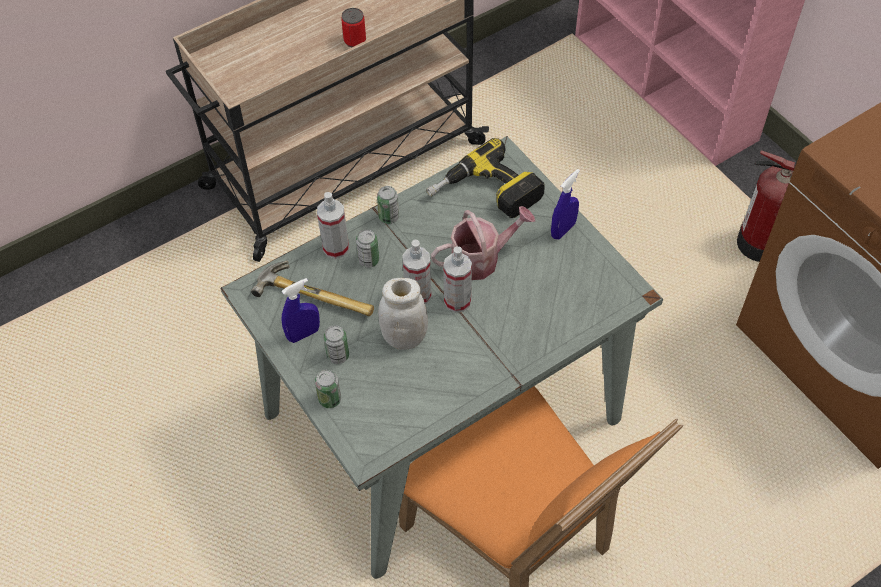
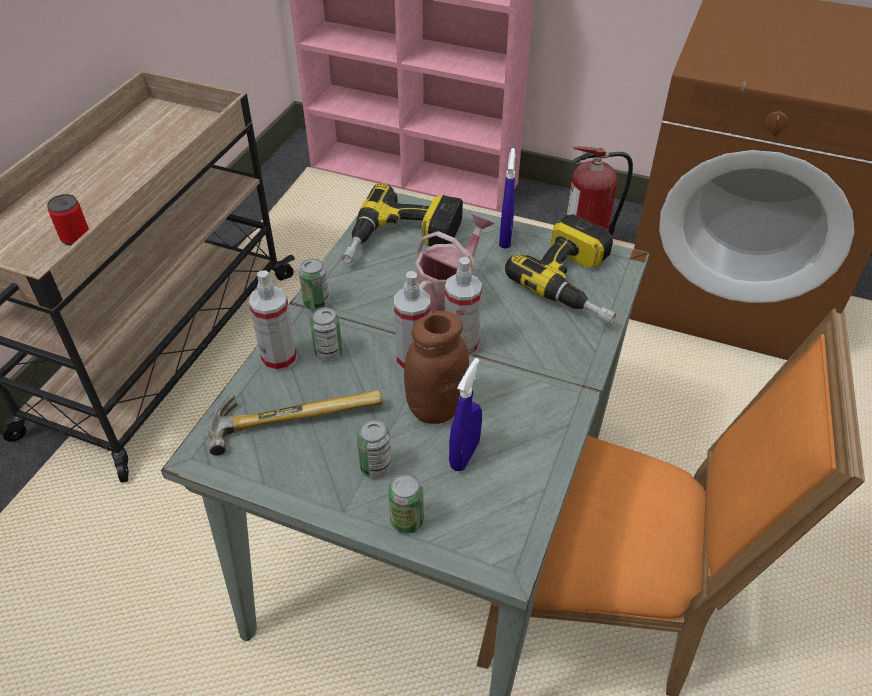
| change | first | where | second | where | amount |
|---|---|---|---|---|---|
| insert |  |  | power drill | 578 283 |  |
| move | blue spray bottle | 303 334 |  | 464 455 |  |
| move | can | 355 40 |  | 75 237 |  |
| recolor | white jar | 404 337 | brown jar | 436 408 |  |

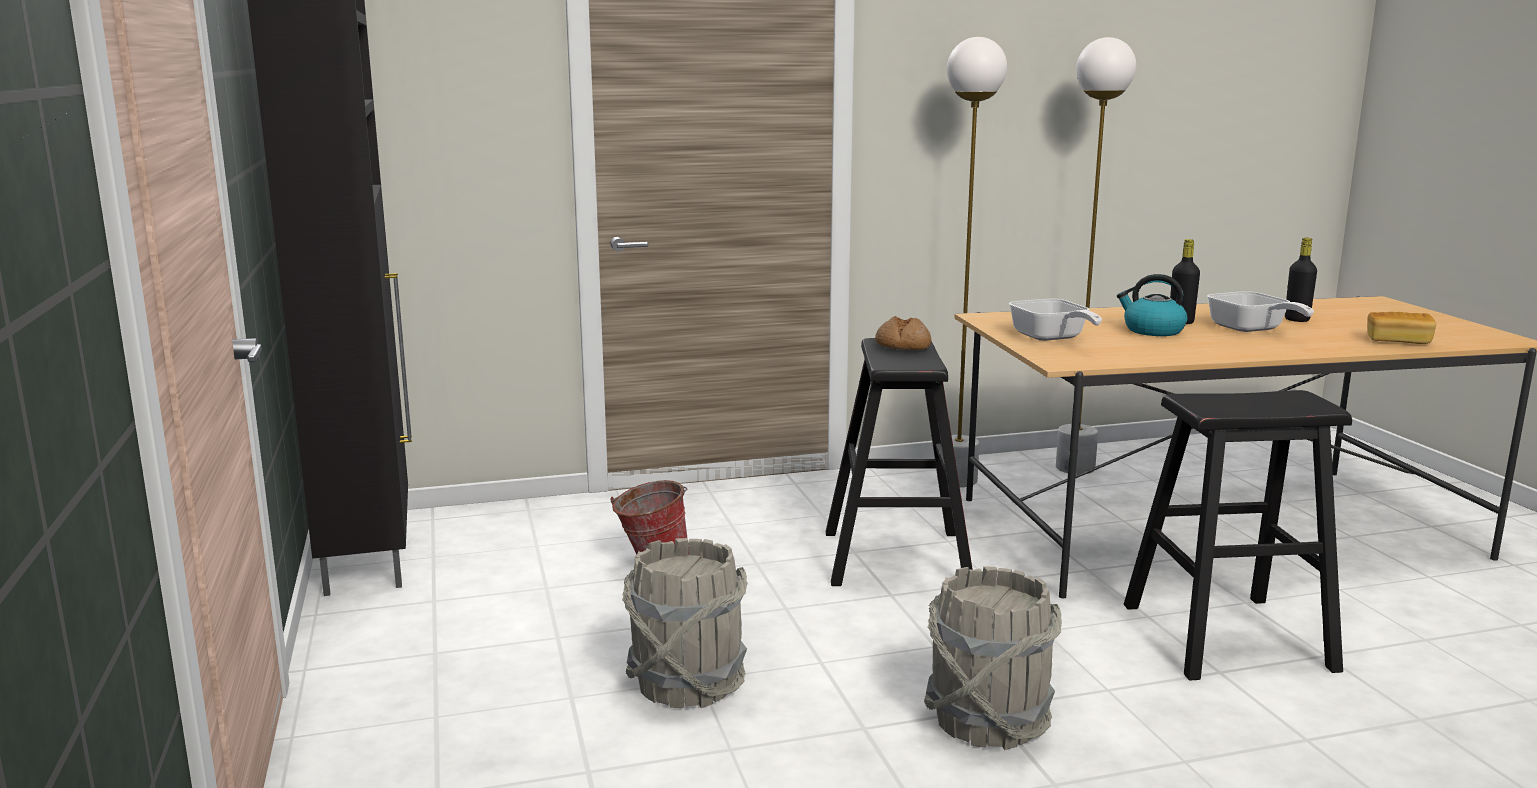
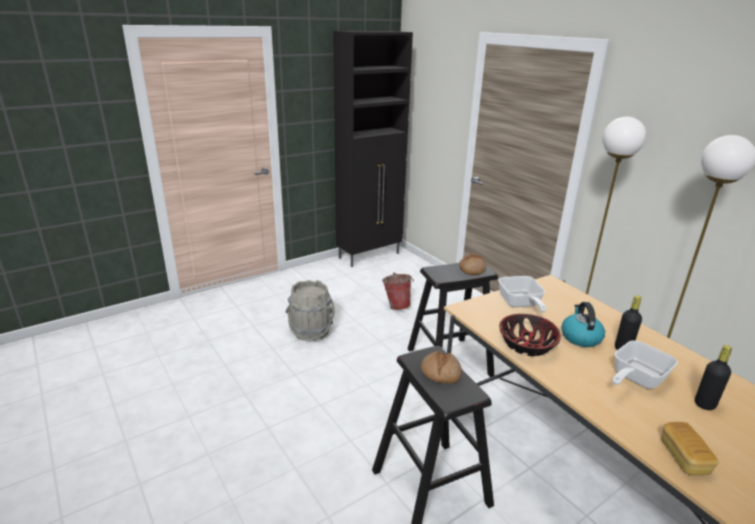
| change | first | where | second | where | amount |
|---|---|---|---|---|---|
| delete | grey bucket | 988 721 |  |  |  |
| insert |  |  | bread | 440 373 |  |
| insert |  |  | bowl | 527 346 |  |
| rotate | frying pan | 1051 338 |  | 520 304 | 60 degrees counterclockwise |

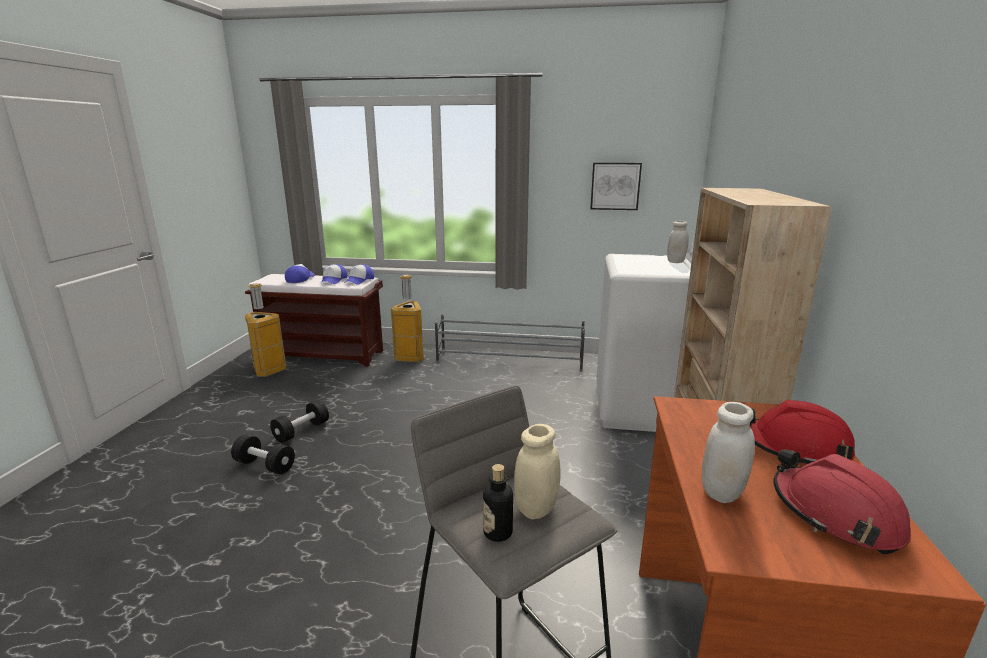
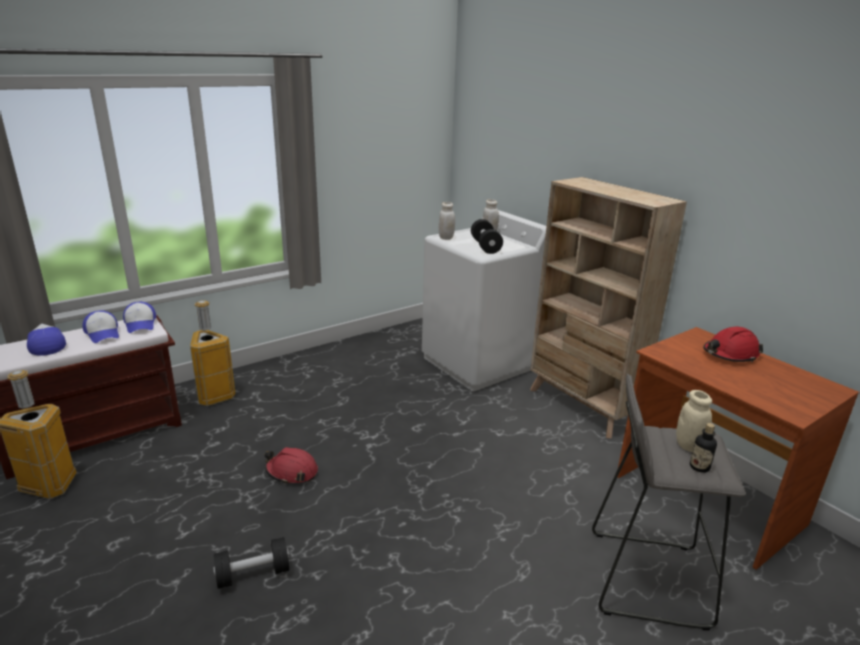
| change | first | where | second | where | amount |
|---|---|---|---|---|---|
| delete | grey shoe rack | 510 362 |  |  |  |
| delete | picture | 615 186 |  |  |  |
| move | black dumbbell | 301 431 |  | 485 246 |  |
| move | white jar | 722 492 |  | 446 238 |  |
| move | red hard hat | 835 515 |  | 292 472 |  |

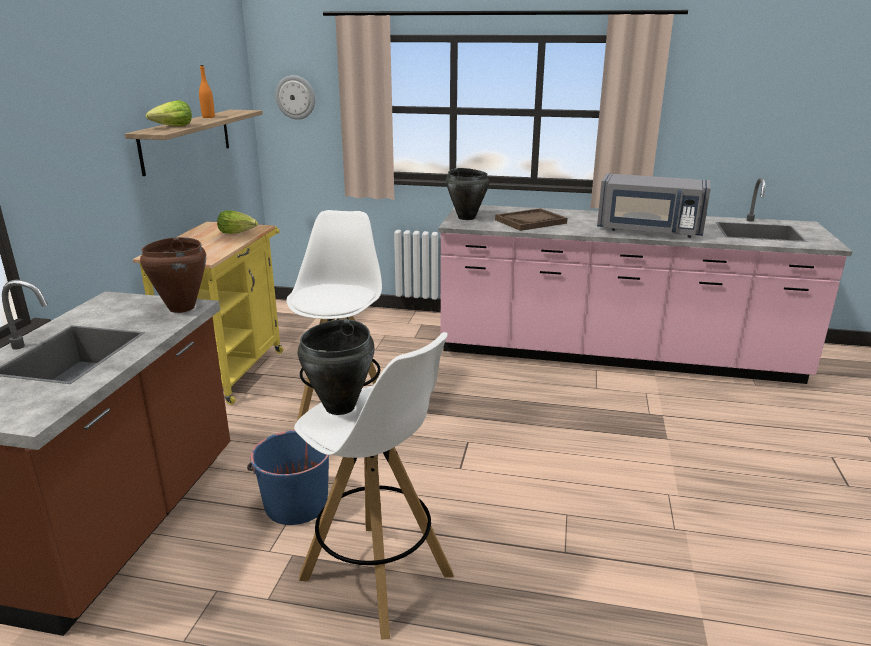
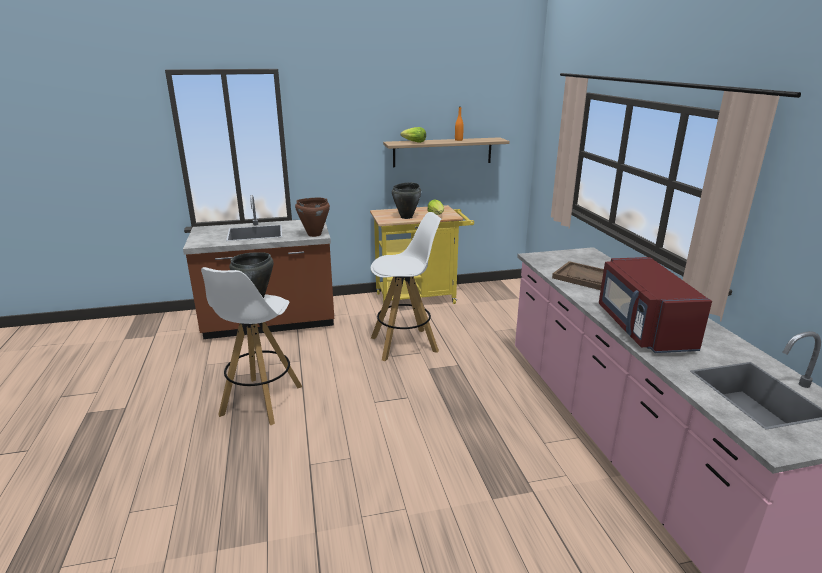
| change | first | where | second | where | amount |
|---|---|---|---|---|---|
| delete | blue bucket | 295 504 |  |  |  |
| delete | wall clock | 295 97 |  |  |  |
| move | black cooking pot | 466 217 |  | 406 217 |  |
| recolor | grey microwave | 649 231 | red microwave | 642 328 |  |

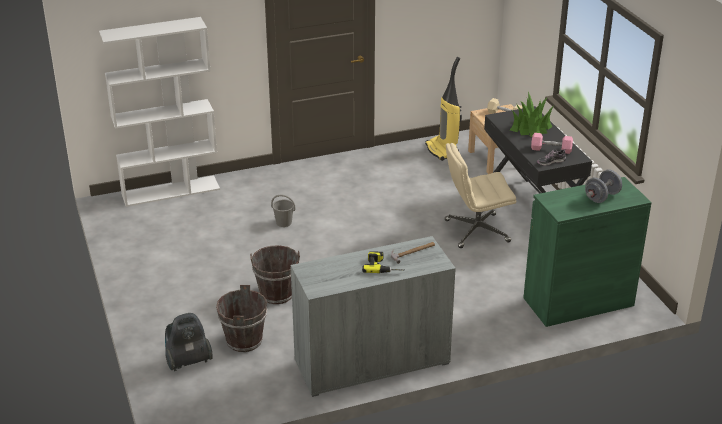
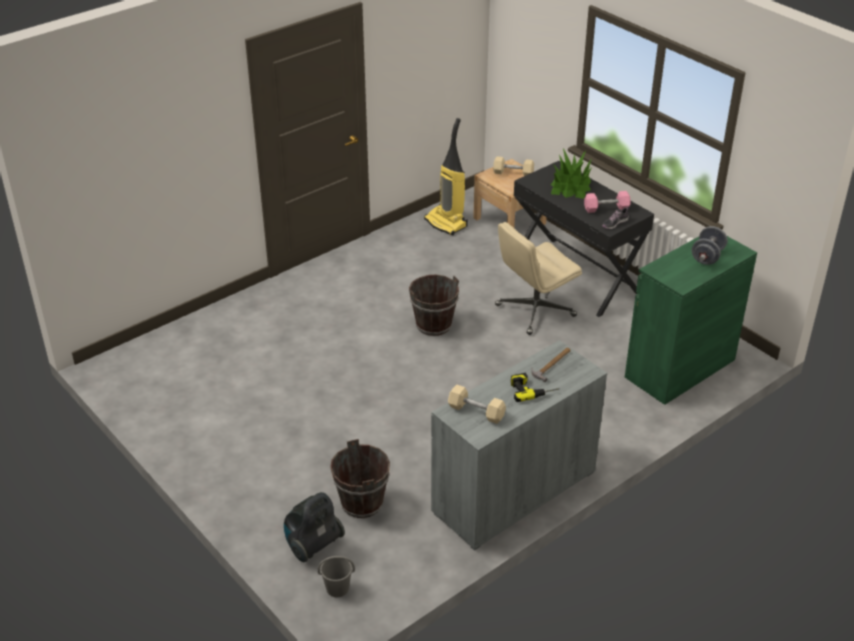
| change | first | where | second | where | amount |
|---|---|---|---|---|---|
| delete | white bookcase | 171 191 |  |  |  |
| insert |  |  | beige dumbbell | 476 411 |  |
| move | brown bucket | 277 294 |  | 433 325 |  |
| move | grey bucket | 283 222 |  | 337 588 |  |

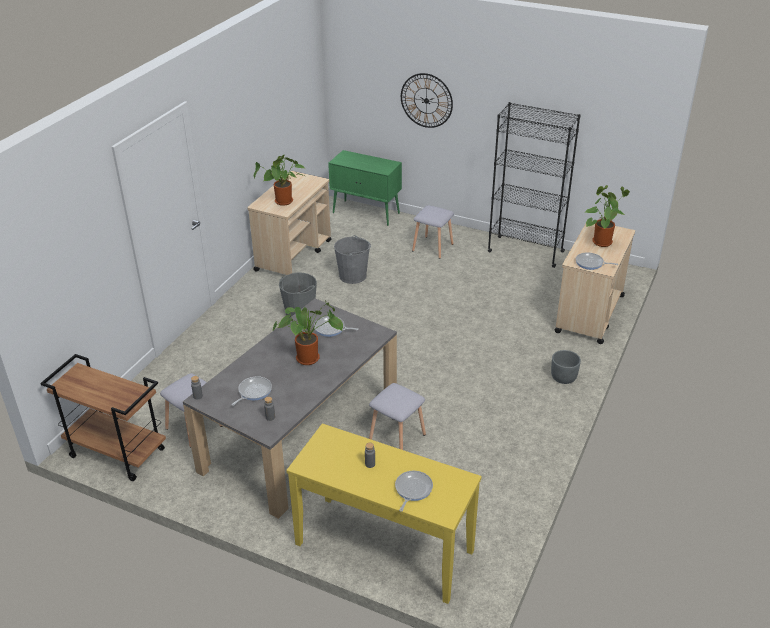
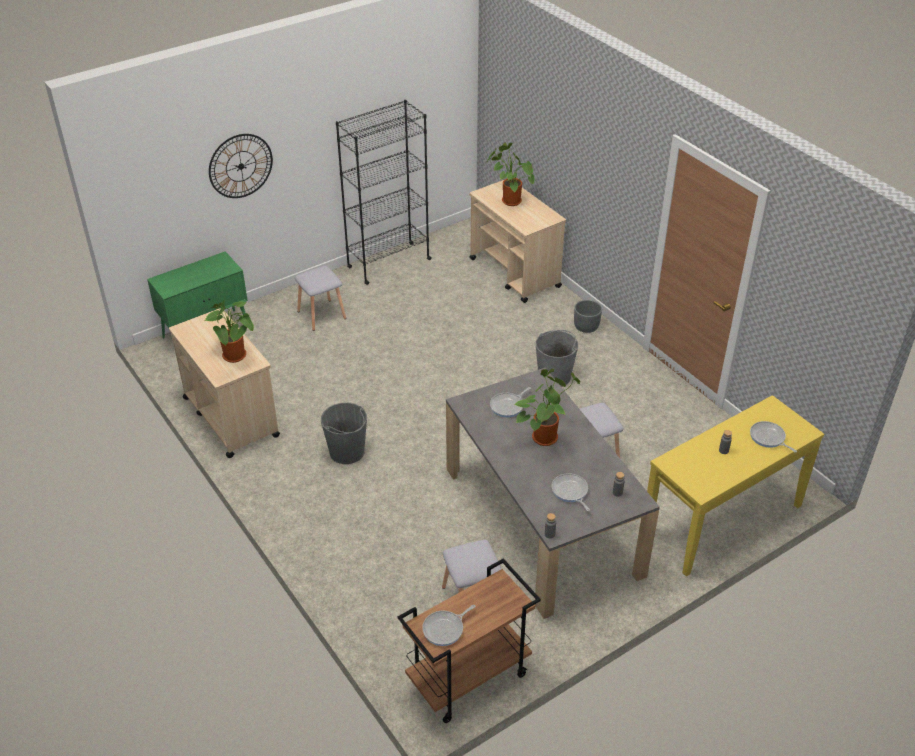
| change | first | where | second | where | amount |
|---|---|---|---|---|---|
| move | grey bucket | 353 276 |  | 554 376 |  |
| move | frying pan | 591 263 |  | 445 629 |  |

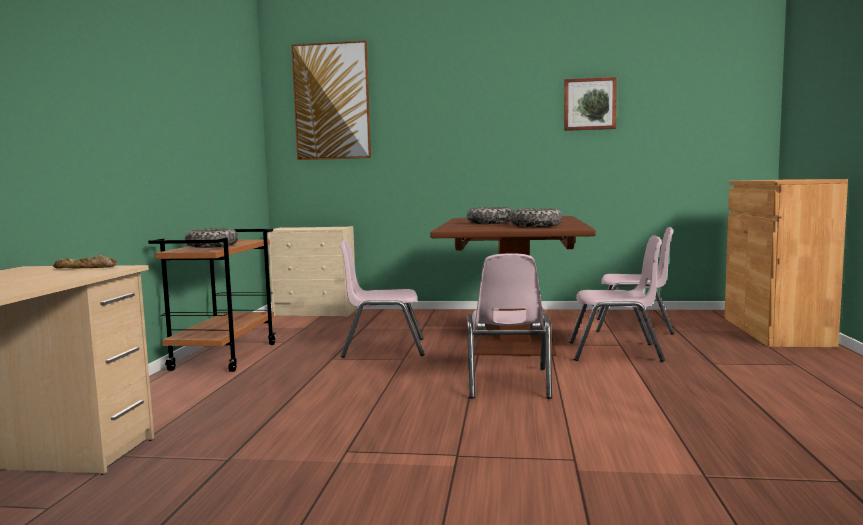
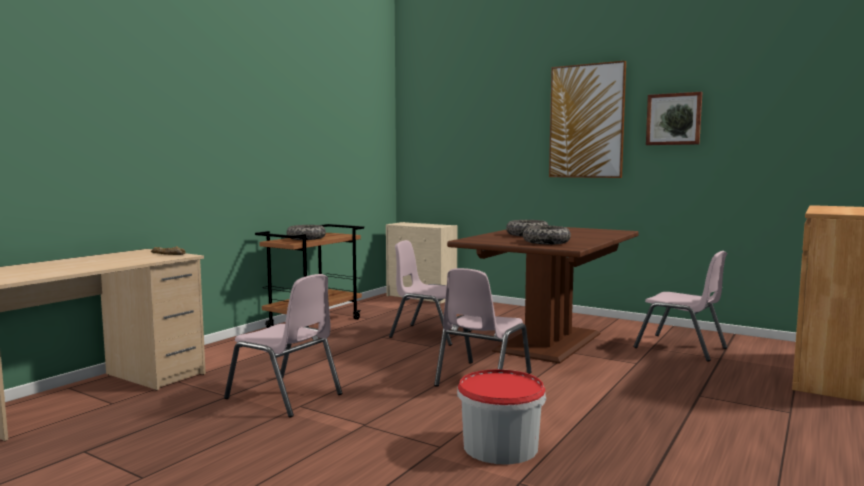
| change | first | where | second | where | amount |
|---|---|---|---|---|---|
| insert |  |  | bucket | 500 447 |  |
| move | picture | 332 101 |  | 586 121 |  |
| move | pink chair | 615 352 |  | 284 396 |  |

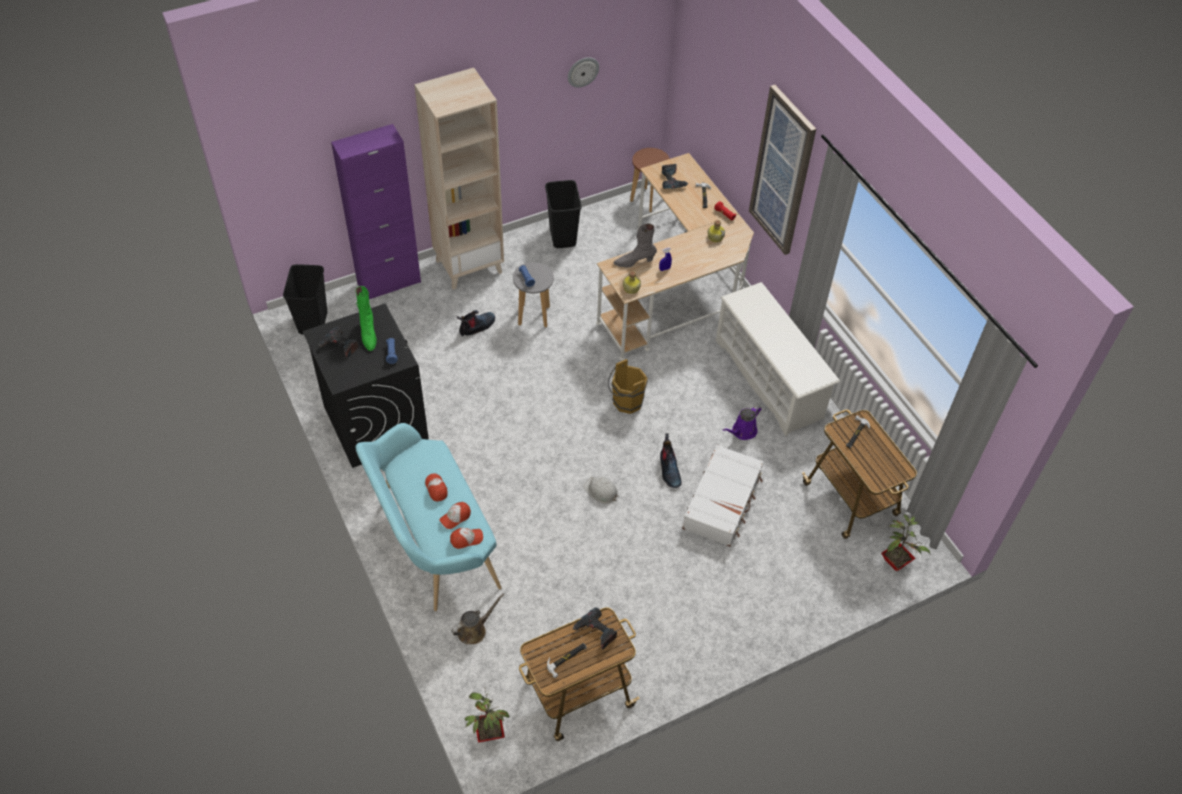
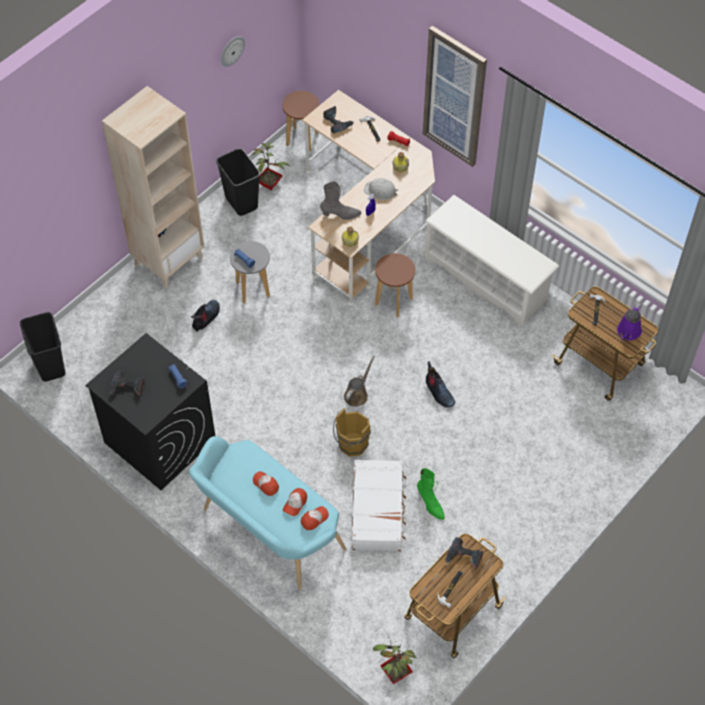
| change | first | where | second | where | amount |
|---|---|---|---|---|---|
| delete | purple cabinet | 389 283 |  |  |  |
| insert |  |  | brown stool | 393 302 |  |
| move | green boot | 368 334 |  | 430 504 |  |
| move | brown watering can | 474 630 |  | 357 394 |  |
| move | white hard hat | 601 491 |  | 380 191 |  |
| move | brown bucket | 625 403 |  | 351 446 |  |
| move | white suitcase | 723 501 |  | 378 510 |  |
| move | purple watering can | 742 432 |  | 628 332 |  |
| move | potted plant | 896 561 |  | 270 183 |  |
| rotate | grey boot | 634 262 |  | 340 215 | 150 degrees counterclockwise |

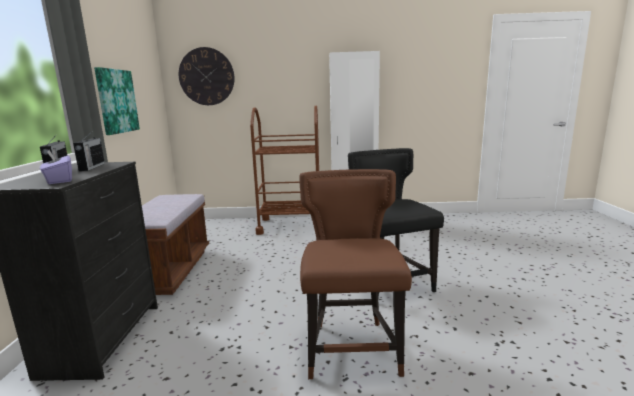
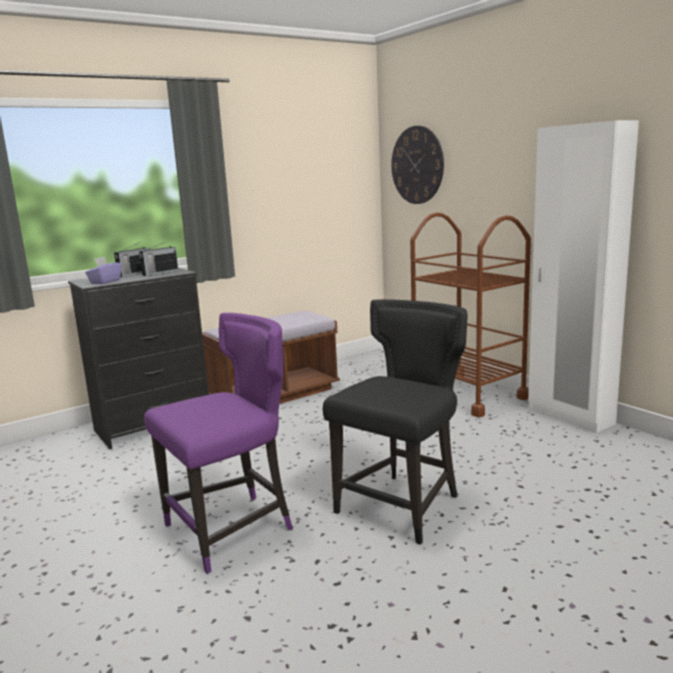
| change | first | where | second | where | amount |
|---|---|---|---|---|---|
| delete | picture | 116 101 |  |  |  |
| recolor | brown chair | 352 347 | purple chair | 232 529 |  |

